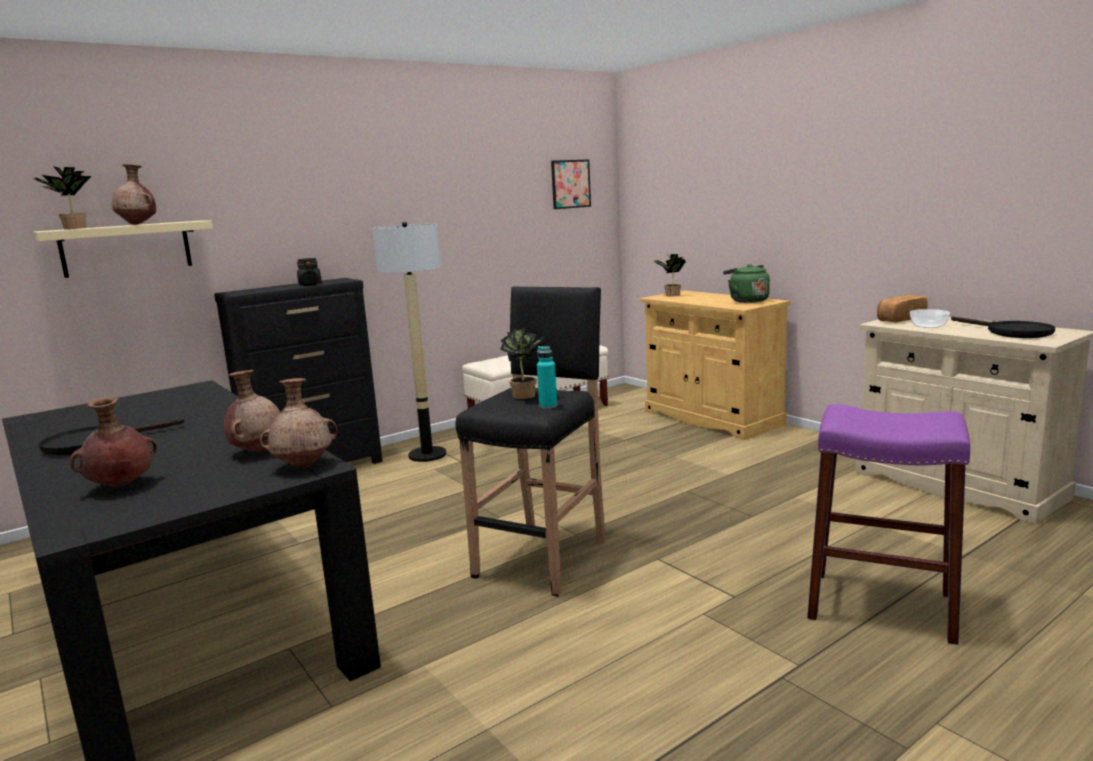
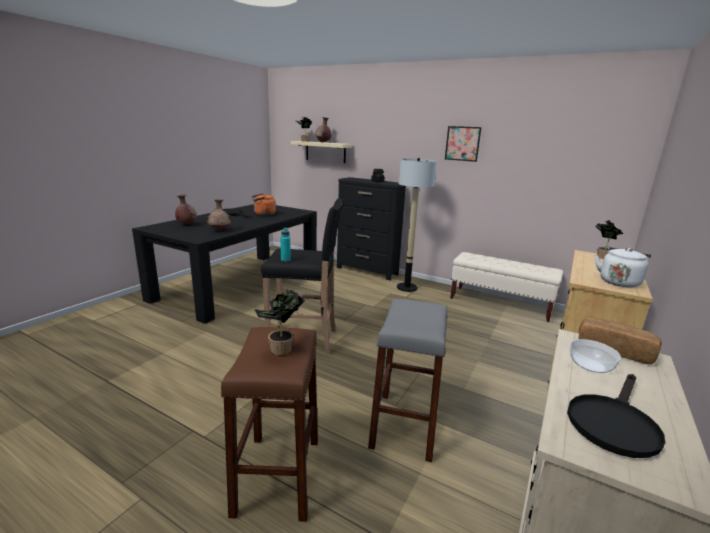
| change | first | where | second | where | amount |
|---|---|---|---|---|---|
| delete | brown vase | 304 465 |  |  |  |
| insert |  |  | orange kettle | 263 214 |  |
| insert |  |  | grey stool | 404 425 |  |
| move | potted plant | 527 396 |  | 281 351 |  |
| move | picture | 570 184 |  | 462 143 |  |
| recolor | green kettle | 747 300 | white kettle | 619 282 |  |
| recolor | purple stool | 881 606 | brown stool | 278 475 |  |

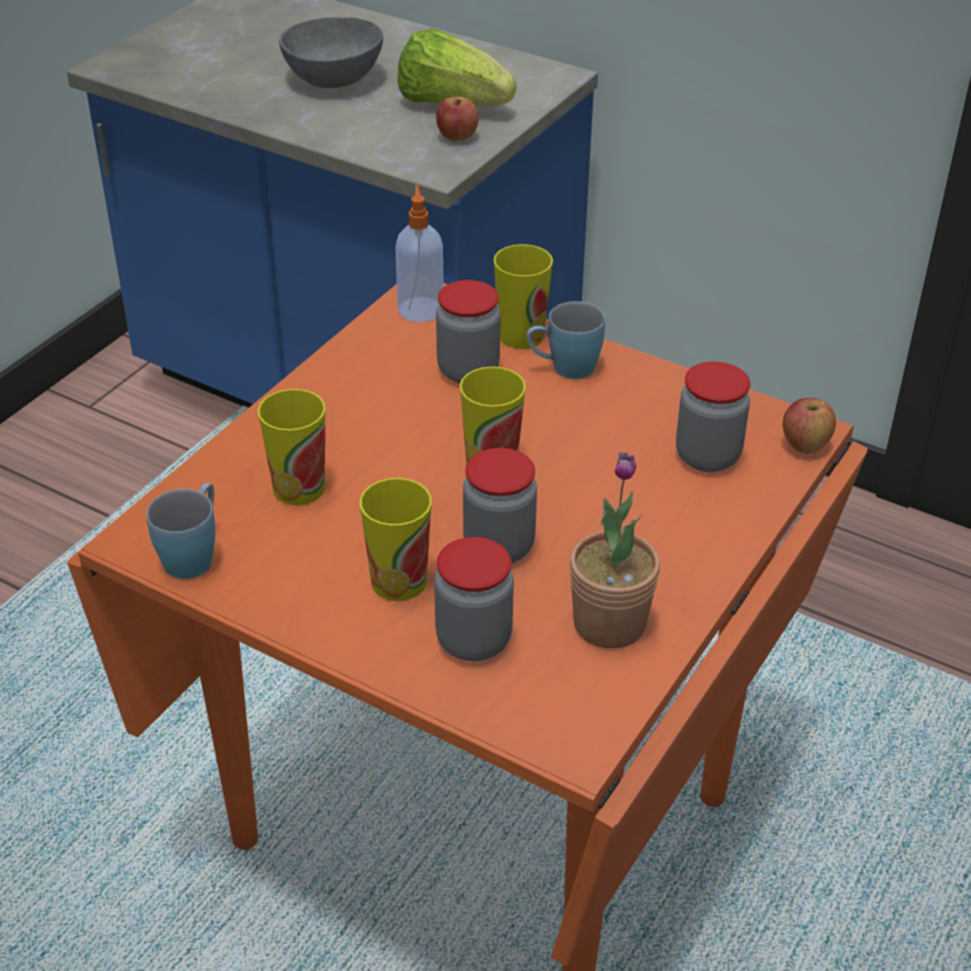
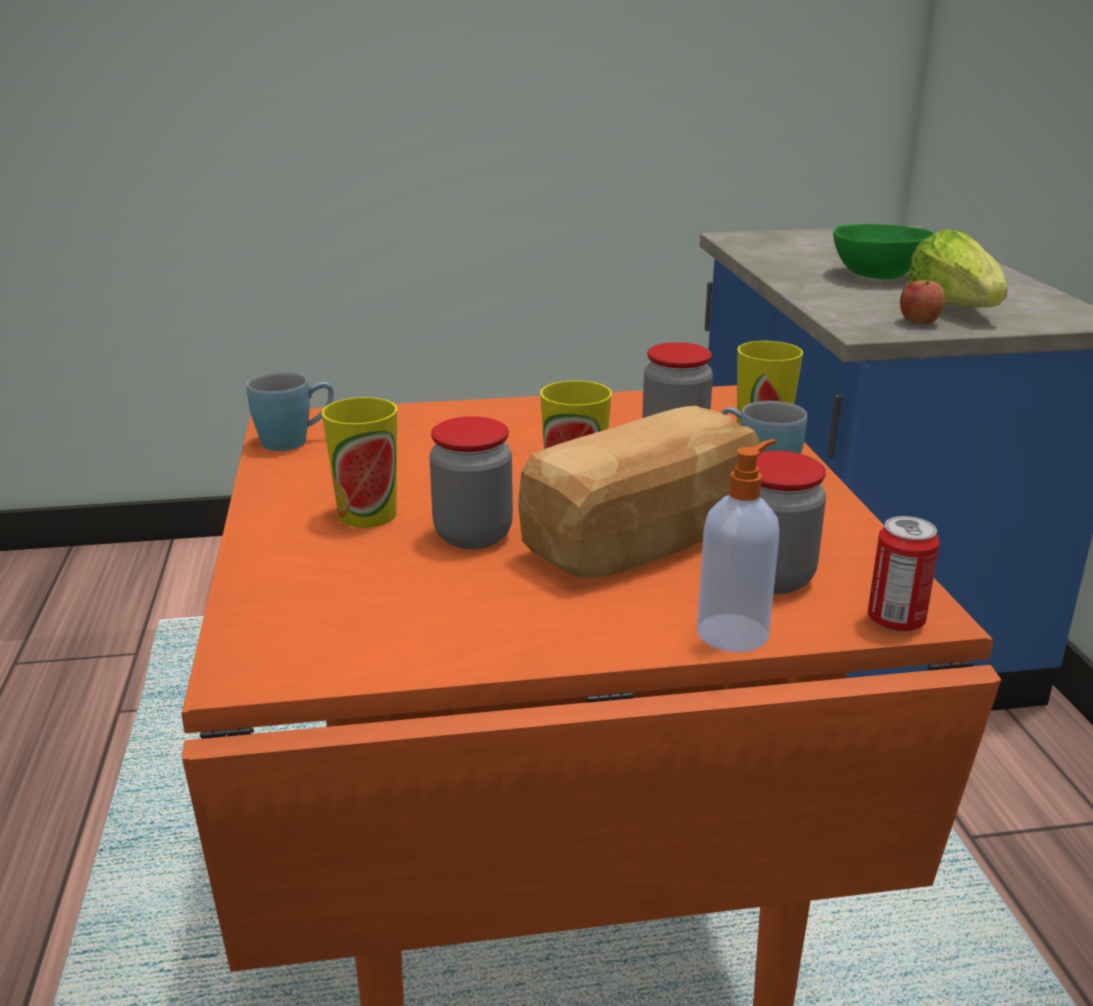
| change | first | where | second | where | amount |
|---|---|---|---|---|---|
| delete | cup | 299 488 |  |  |  |
| delete | jar | 473 640 |  |  |  |
| delete | potted plant | 609 623 |  |  |  |
| insert |  |  | bread | 646 539 |  |
| move | soap dispenser | 420 309 |  | 734 632 |  |
| replace | apple | 804 445 | can | 895 621 |  |
| recolor | grey bowl | 335 81 | green bowl | 878 277 |  |

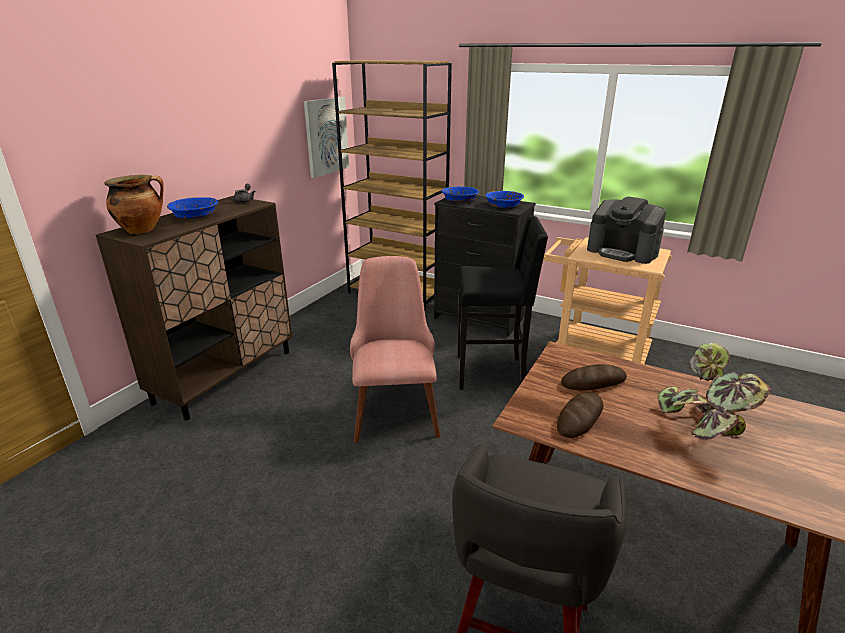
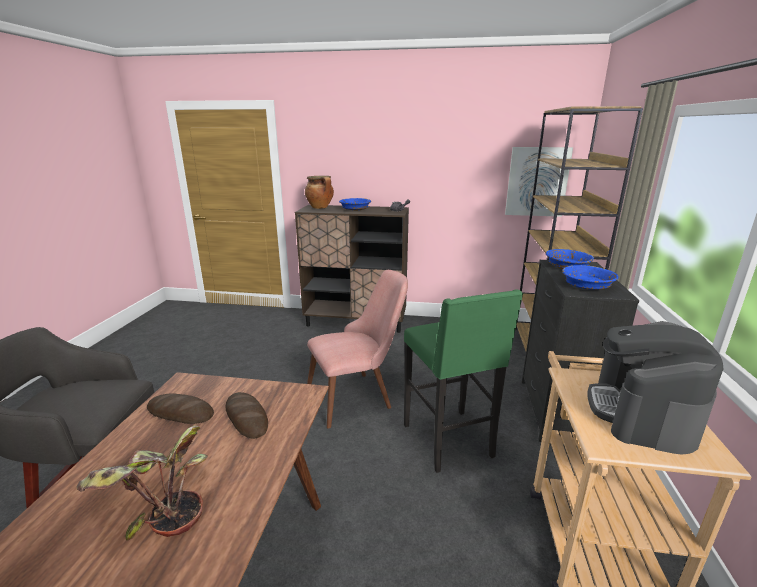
| change | first | where | second | where | amount |
|---|---|---|---|---|---|
| recolor | black stool | 492 373 | green stool | 450 441 |  |

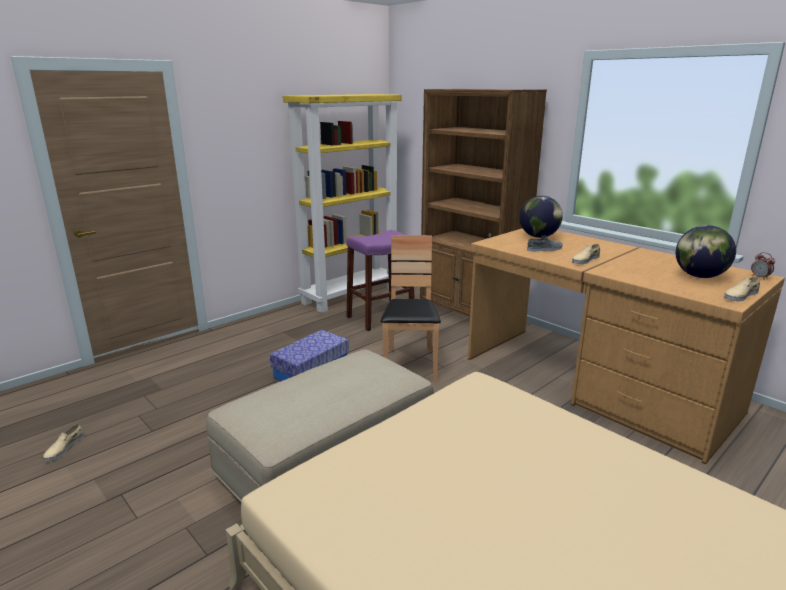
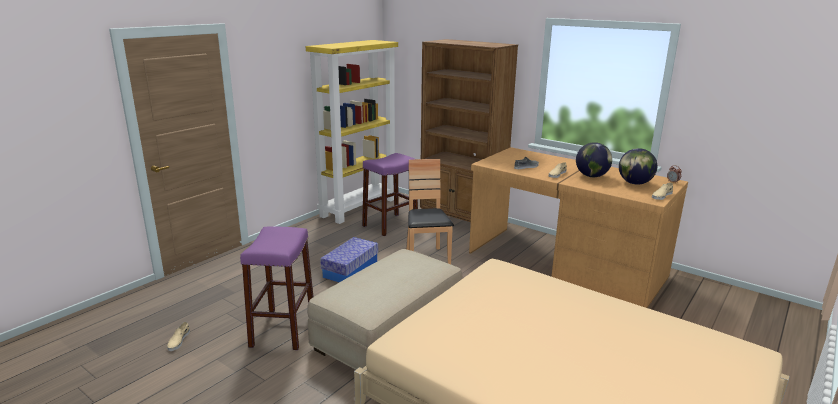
| change | first | where | second | where | amount |
|---|---|---|---|---|---|
| insert |  |  | purple stool | 283 329 |  |
| move | globe | 539 237 |  | 592 176 |  |

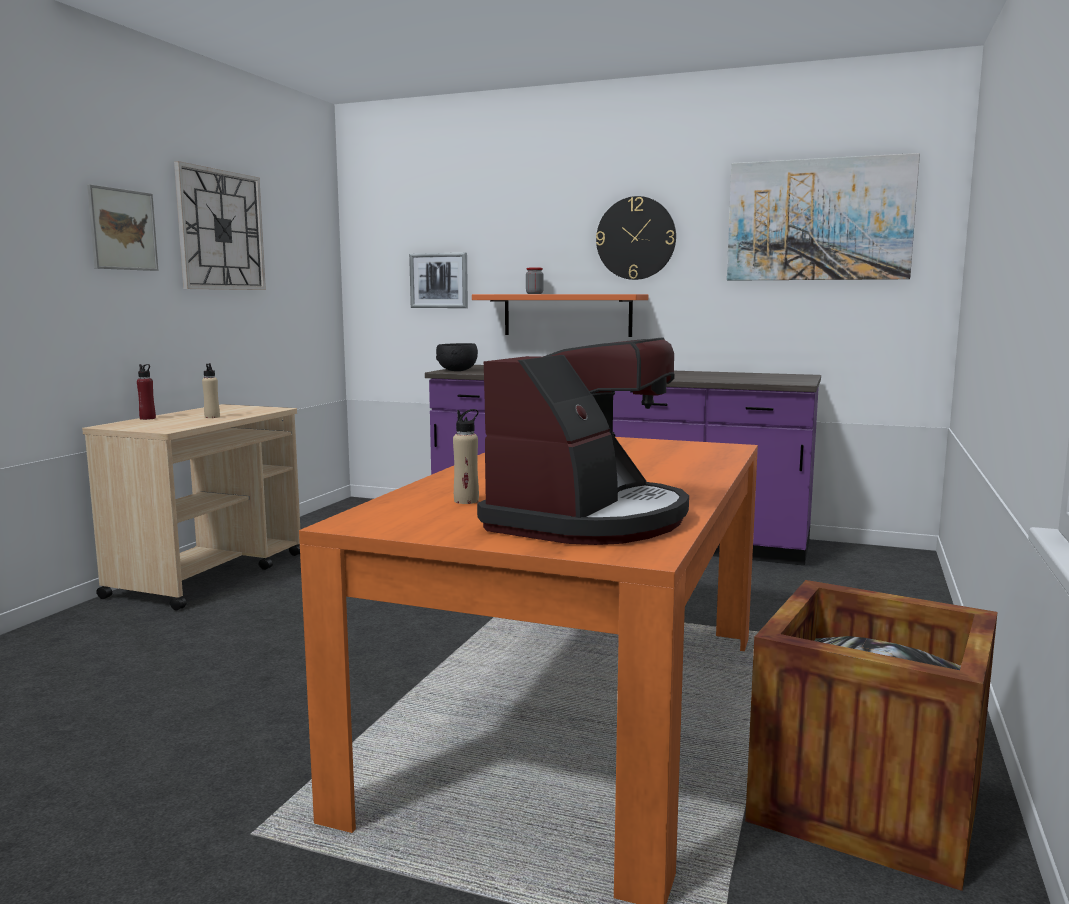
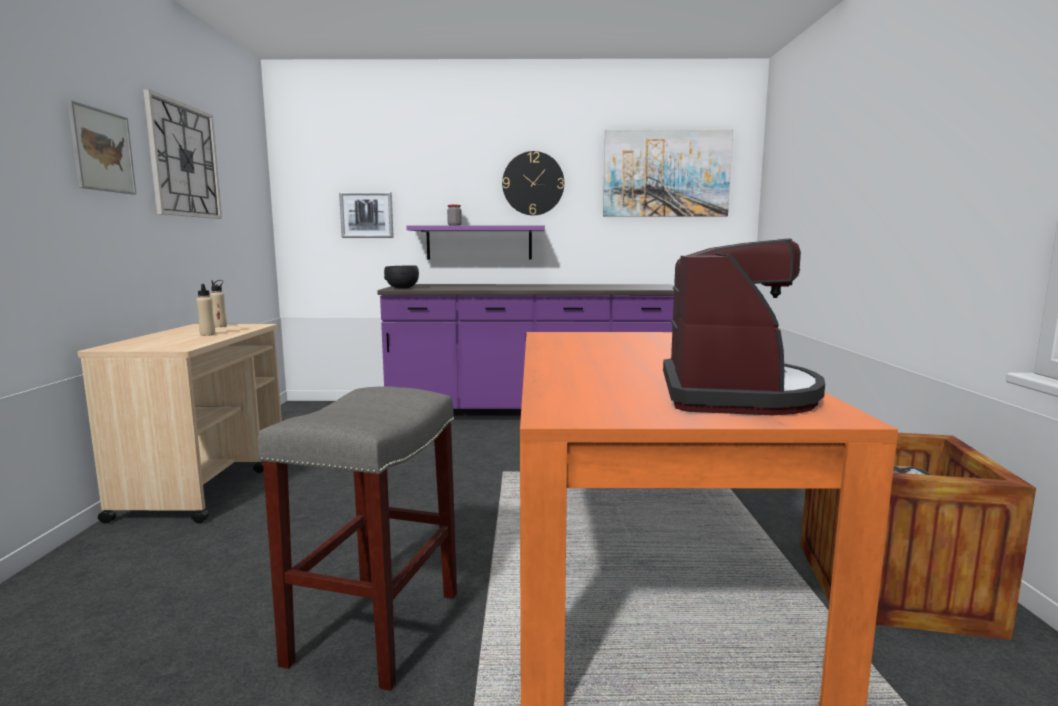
| change | first | where | second | where | amount |
|---|---|---|---|---|---|
| delete | red bottle | 147 418 |  |  |  |
| insert |  |  | grey stool | 376 625 |  |
| move | beige bottle | 466 501 |  | 220 326 |  |
| recolor | orange shelf | 567 315 | purple shelf | 479 243 |  |

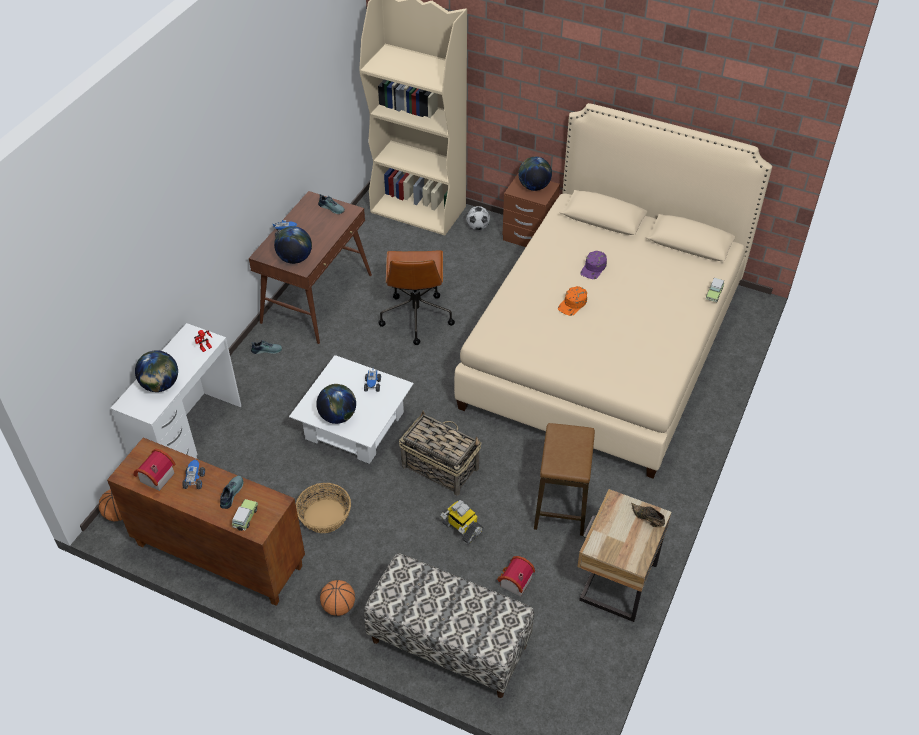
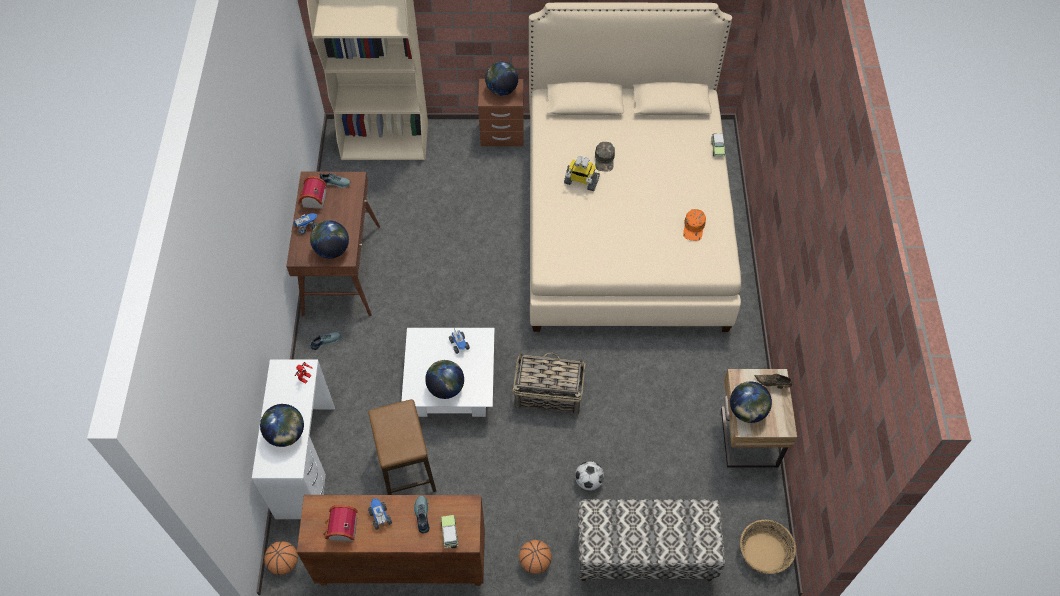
| change | first | where | second | where | amount |
|---|---|---|---|---|---|
| delete | brown office chair | 416 316 |  |  |  |
| insert |  |  | globe | 747 411 |  |
| move | basket | 324 516 |  | 764 552 |  |
| move | toy robot | 461 528 |  | 581 181 |  |
| move | football | 478 227 |  | 588 481 |  |
| move | toy house | 513 582 |  | 312 200 |  |
| move | stool | 561 505 |  | 406 468 |  |
| move | orange cap | 572 304 |  | 694 227 |  |
| recolor | purple cap | 593 268 | green cap | 604 159 |  |

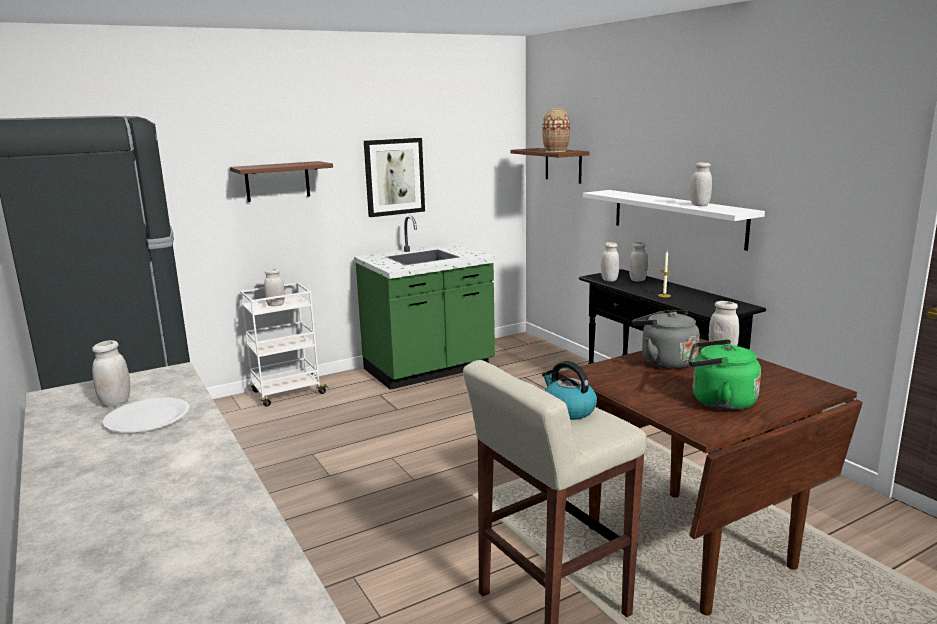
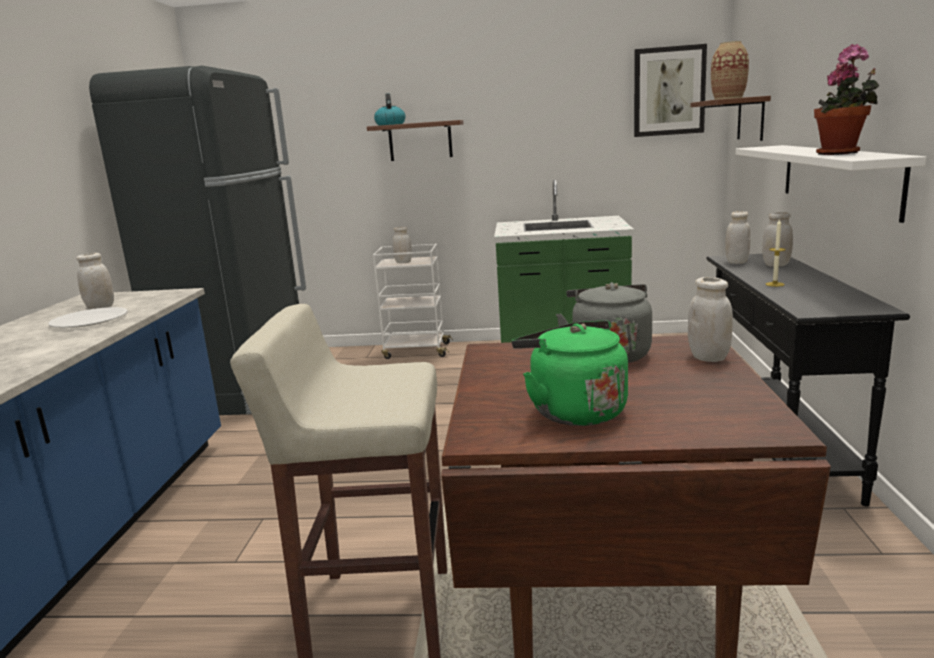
| change | first | where | second | where | amount |
|---|---|---|---|---|---|
| move | picture | 394 177 |  | 669 91 |  |
| move | kettle | 567 410 |  | 390 124 |  |
| replace | white jar | 699 205 | potted plant | 841 153 |  |

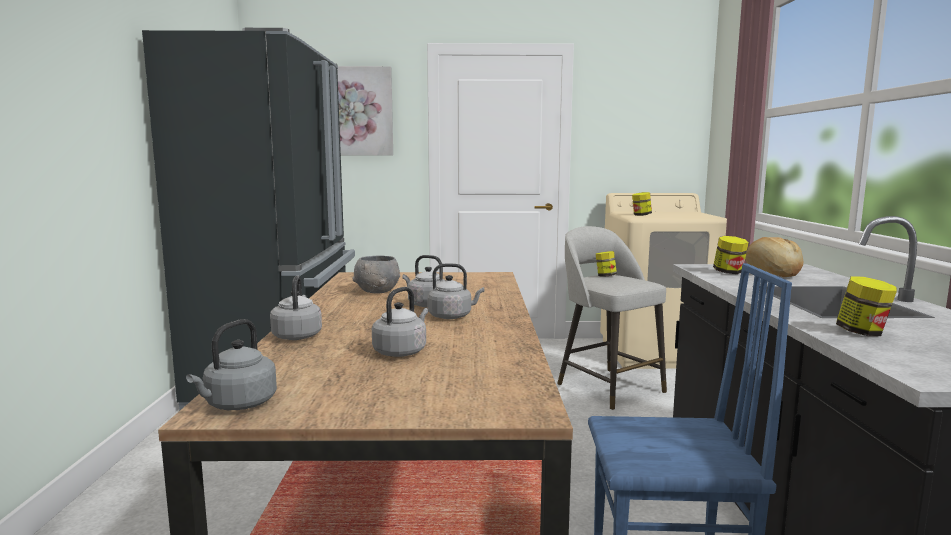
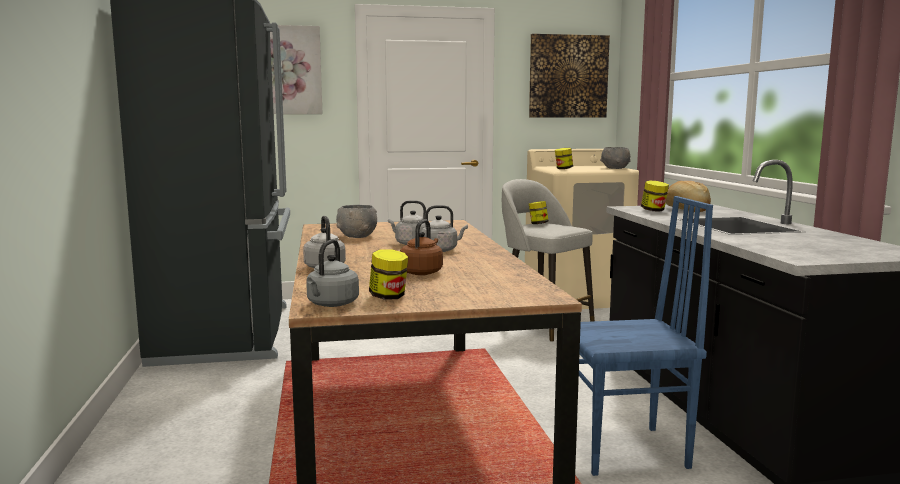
| change | first | where | second | where | amount |
|---|---|---|---|---|---|
| insert |  |  | picture | 568 76 |  |
| insert |  |  | grey bowl | 615 168 |  |
| move | jar | 862 332 |  | 388 297 |  |
| recolor | grey kettle | 401 351 | brown kettle | 422 272 |  |

